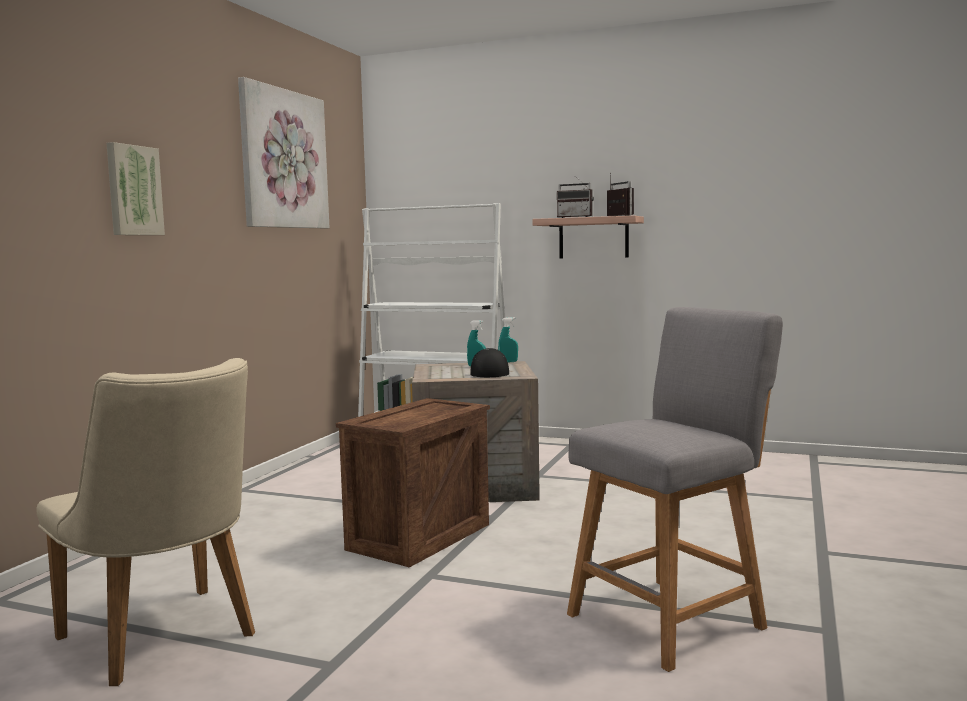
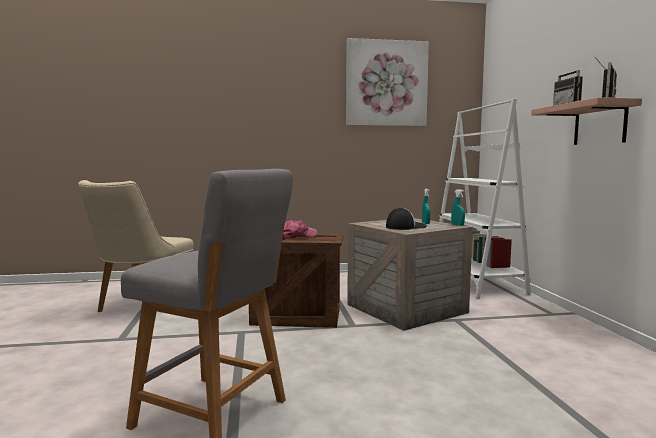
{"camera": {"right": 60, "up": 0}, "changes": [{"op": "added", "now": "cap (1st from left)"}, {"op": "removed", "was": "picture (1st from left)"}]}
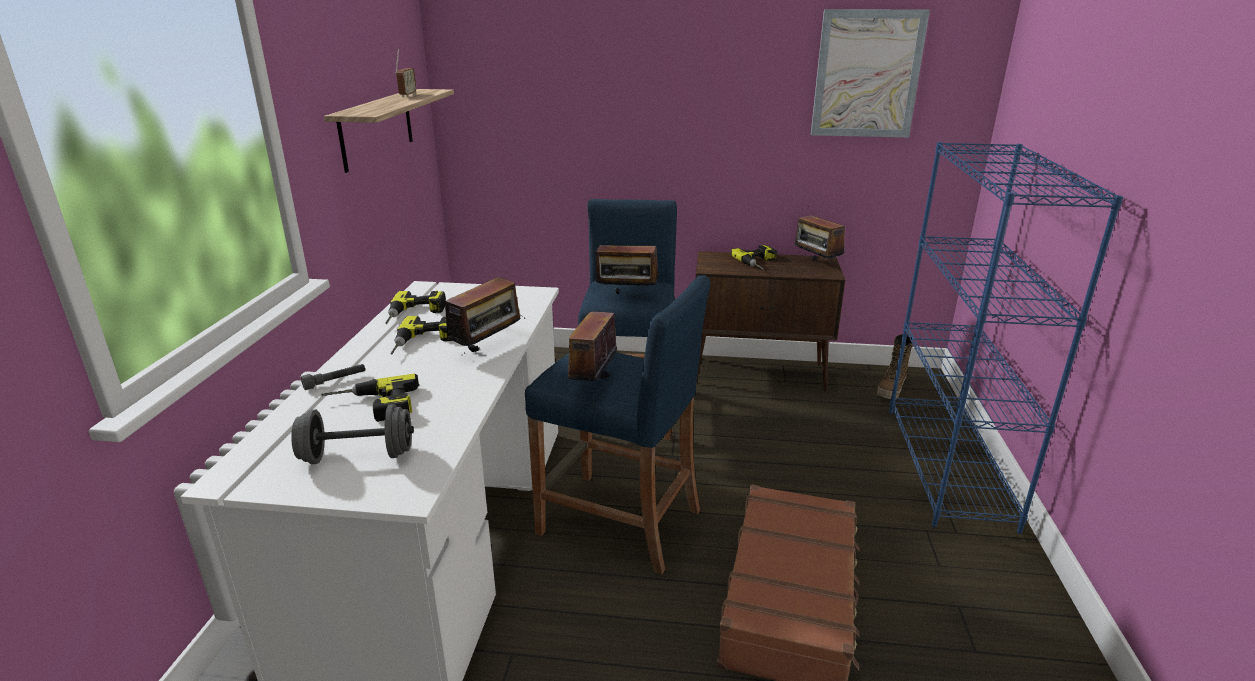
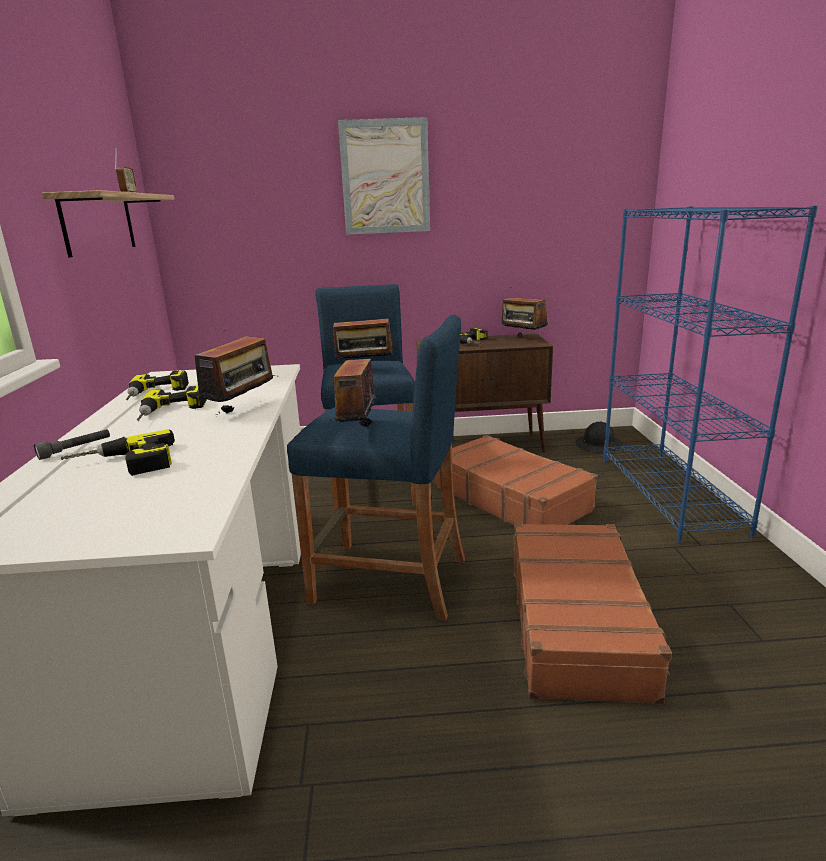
{"camera": {"right": -10, "up": -5}, "changes": [{"op": "moved", "was": "picture"}, {"op": "added", "now": "suitcase (brown) (1st from left)"}, {"op": "replaced", "was": "high-top boot", "now": "work helmet (black-coloured)"}, {"op": "removed", "was": "hand weight (greyish)"}]}
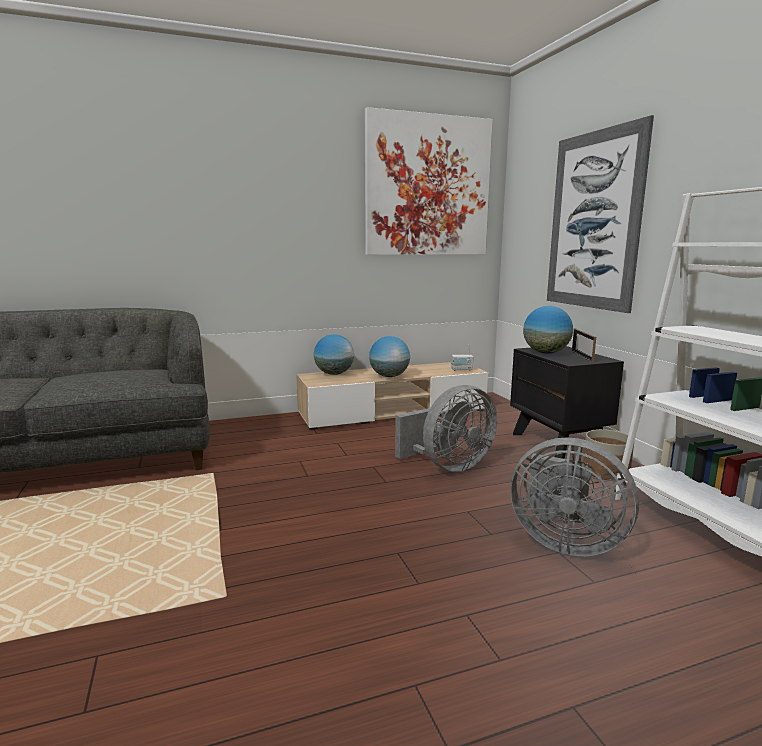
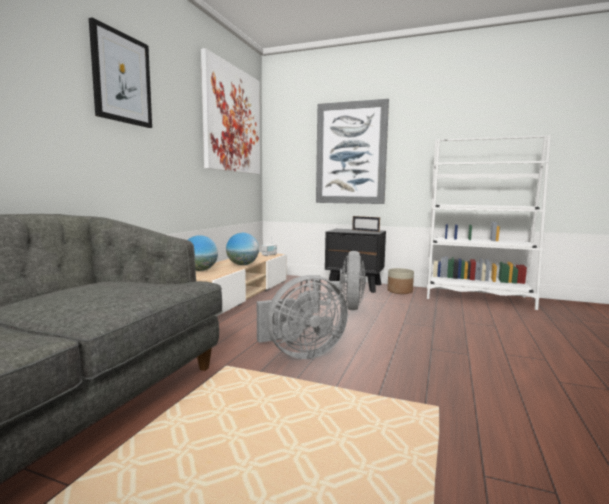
{"camera": {"right": -50, "up": -5}, "changes": [{"op": "added", "now": "picture (1st from left)"}, {"op": "moved", "was": "electric fan (greyish) (2nd from left in the first image)", "now": "electric fan (greyish) (1st from left)"}, {"op": "removed", "was": "world globe (3rd from left)"}]}
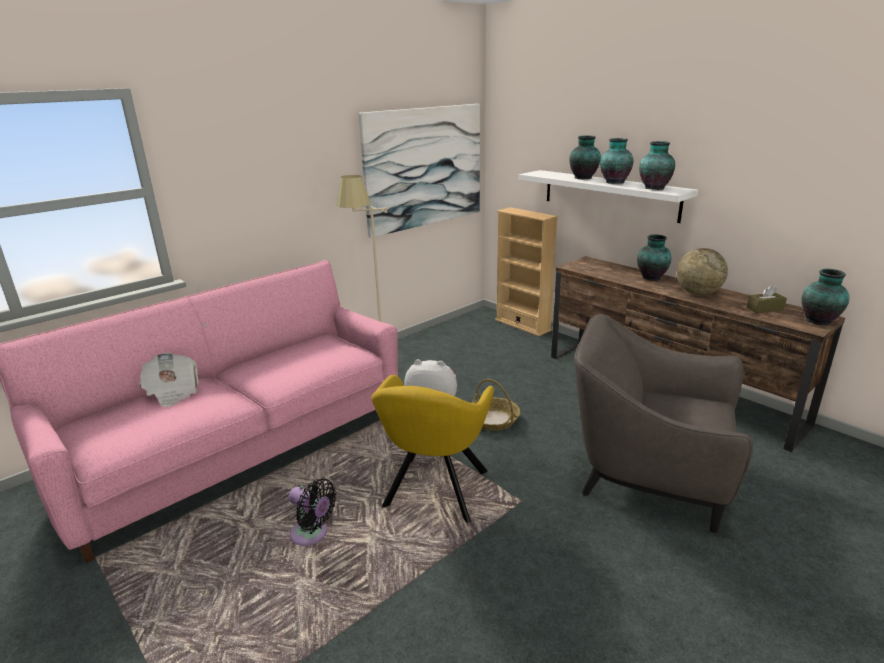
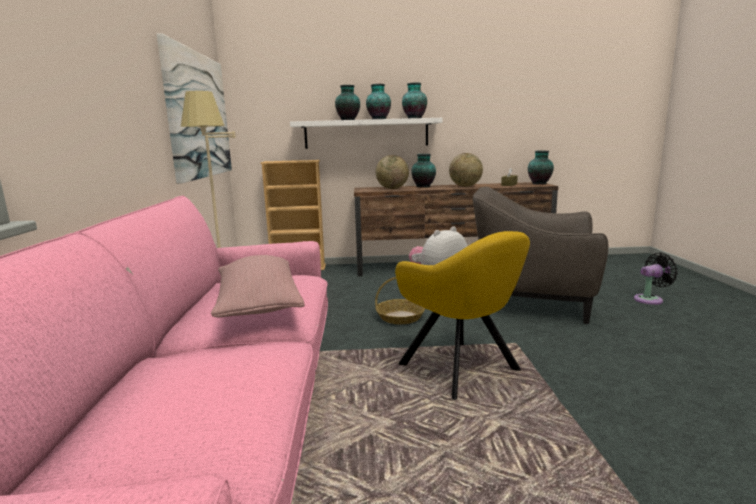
{"camera": {"right": -50, "up": -10}, "changes": [{"op": "added", "now": "throw pillow (pinkish)"}, {"op": "added", "now": "world globe (1st from left)"}, {"op": "turned", "was": "easy chair (greyish)", "clockwise": 45}, {"op": "moved", "was": "electric fan (black-coloured)"}, {"op": "removed", "was": "printed paper"}]}
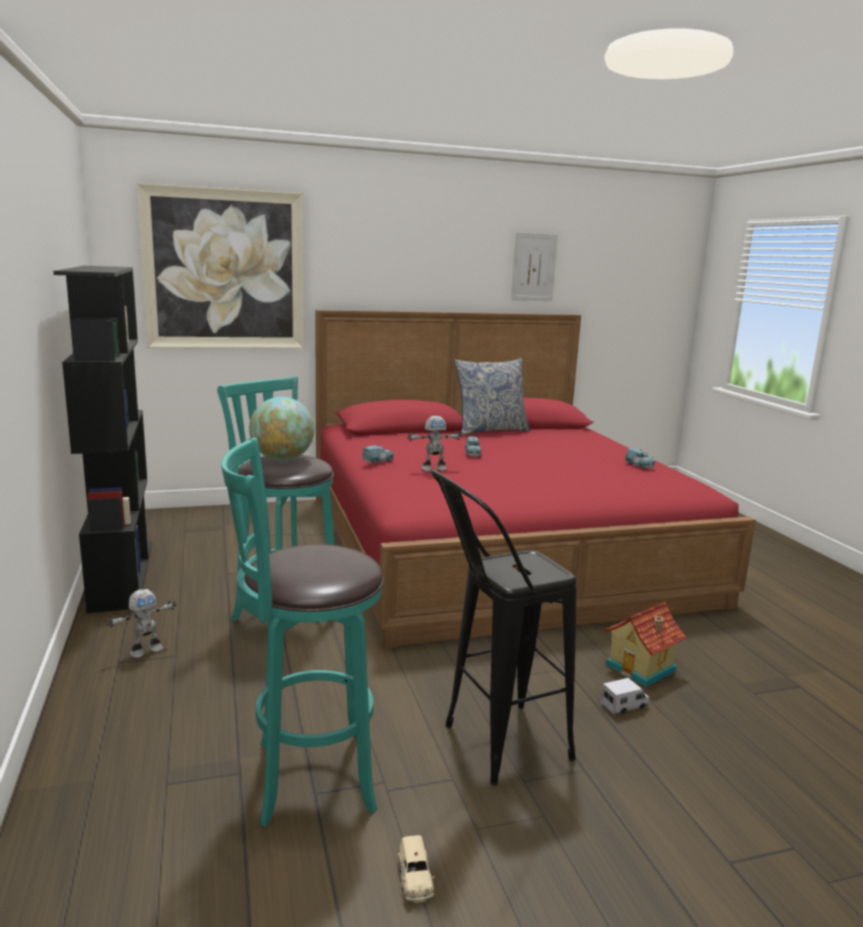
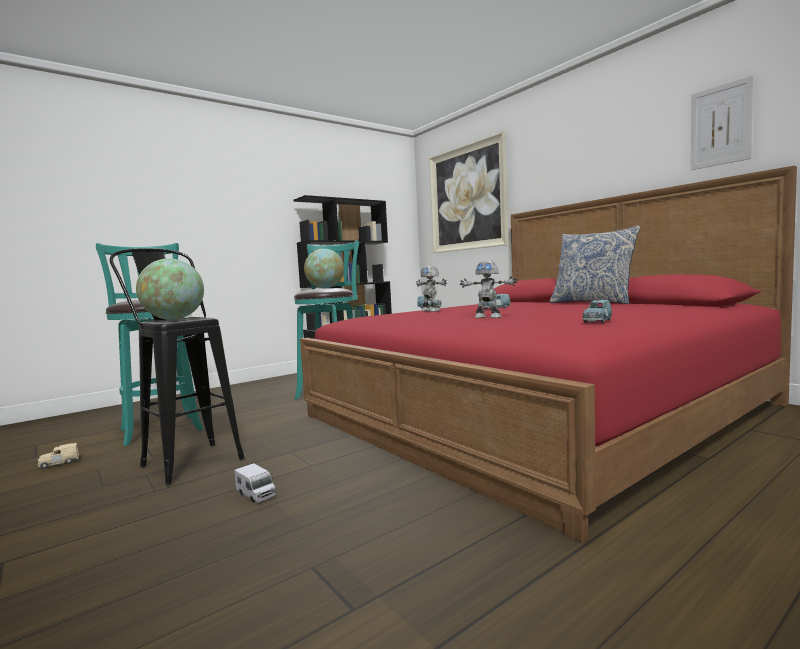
{"camera": {"right": 70, "up": -10}, "changes": [{"op": "added", "now": "world globe (1st from left)"}, {"op": "moved", "was": "robot figure (1st from left in the first image)", "now": "robot figure (2nd from left)"}, {"op": "removed", "was": "toy house"}]}
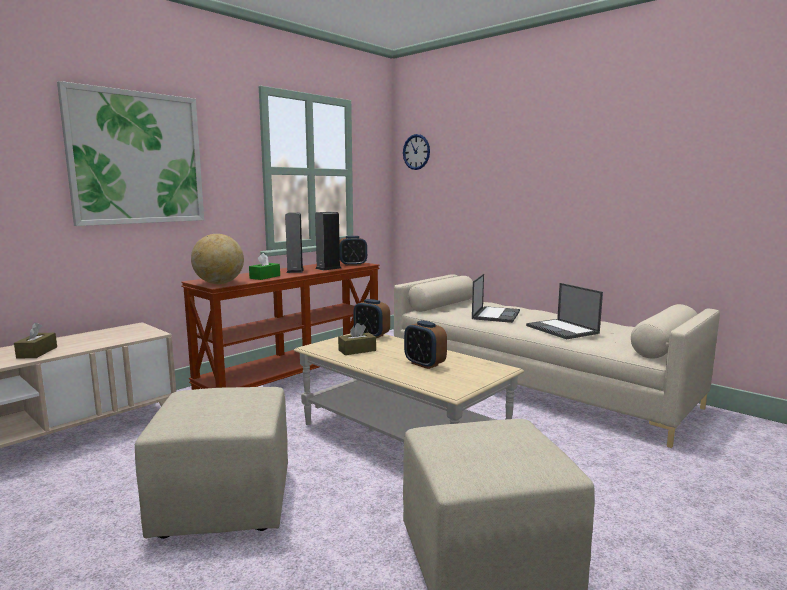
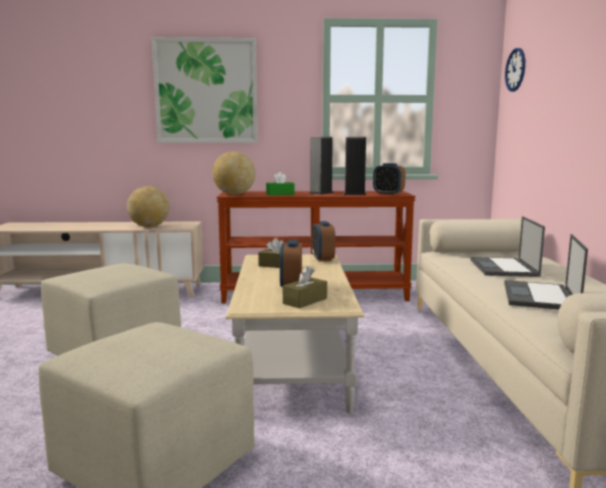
{"camera": {"right": 45, "up": 0}, "changes": [{"op": "added", "now": "world globe (1st from left)"}, {"op": "moved", "was": "box of tissues (brown) (1st from left in the first image)", "now": "box of tissues (brown) (2nd from left)"}, {"op": "turned", "was": "portable computer (1st from left)", "clockwise": 120}]}
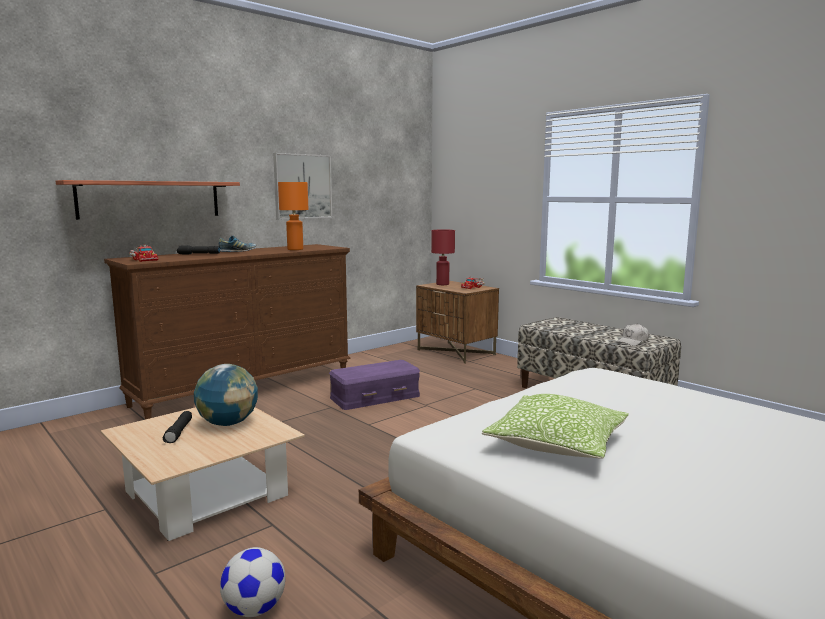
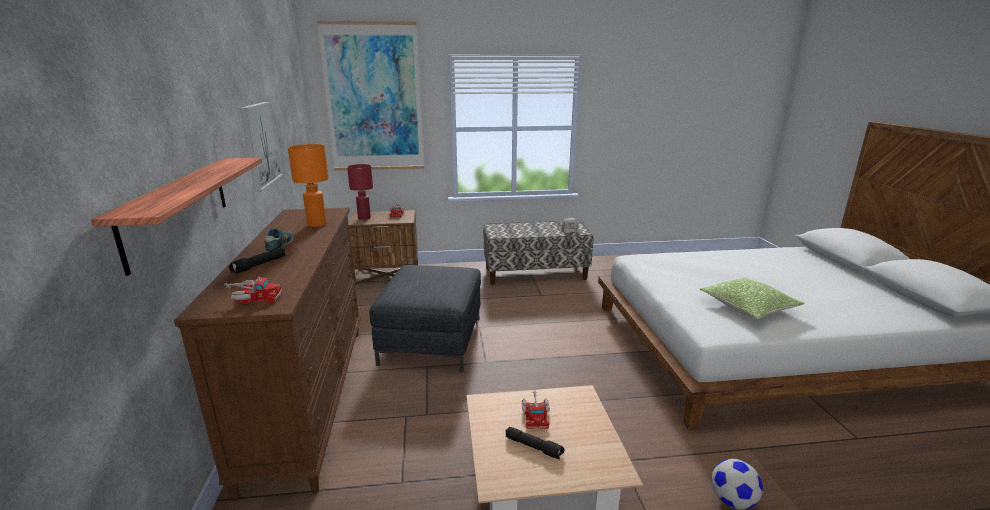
{"camera": {"right": -55, "up": 10}, "changes": [{"op": "added", "now": "picture (2nd from left)"}, {"op": "replaced", "was": "storage container (purple-coloured)", "now": "pouffe (greyish)"}, {"op": "replaced", "was": "world globe", "now": "model truck (3rd from left)"}]}
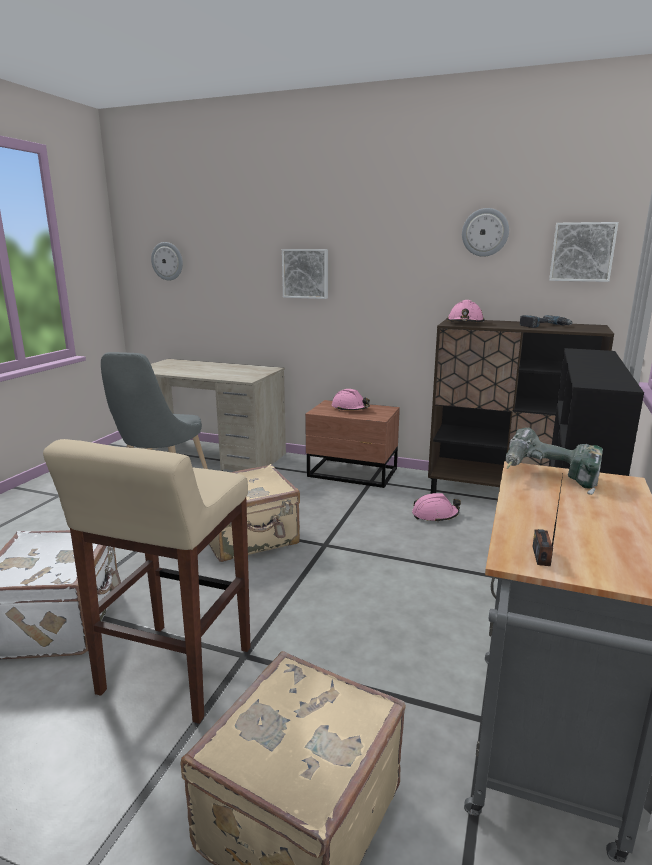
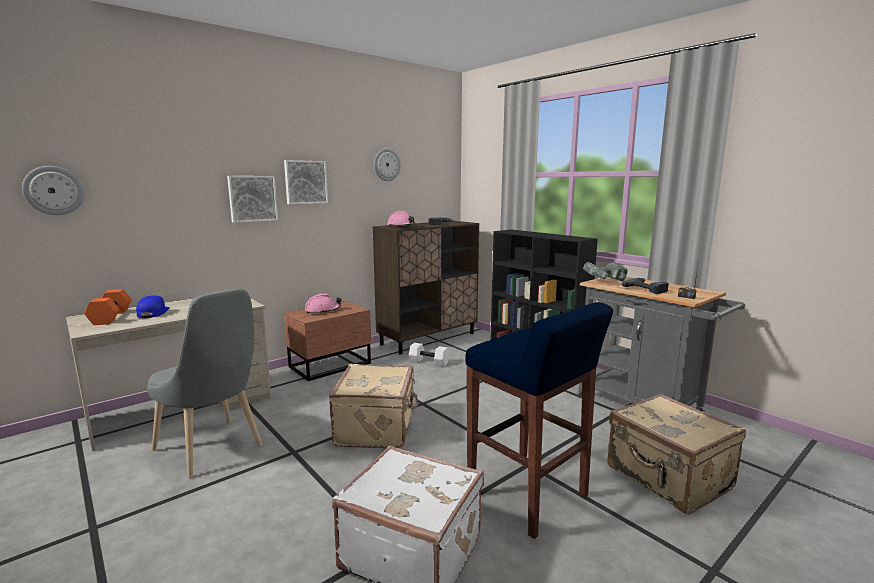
{"camera": {"right": -60, "up": -5}, "changes": [{"op": "added", "now": "hand weight (orange-coloured)"}, {"op": "added", "now": "cap (blue)"}, {"op": "moved", "was": "picture (2nd from left)"}, {"op": "replaced", "was": "work helmet (pinkish) (2nd from left)", "now": "hand weight (white)"}, {"op": "recoloured", "was": "sitting stool (beige)", "now": "sitting stool (blue)"}, {"op": "added", "now": "drill (3rd from left)"}]}
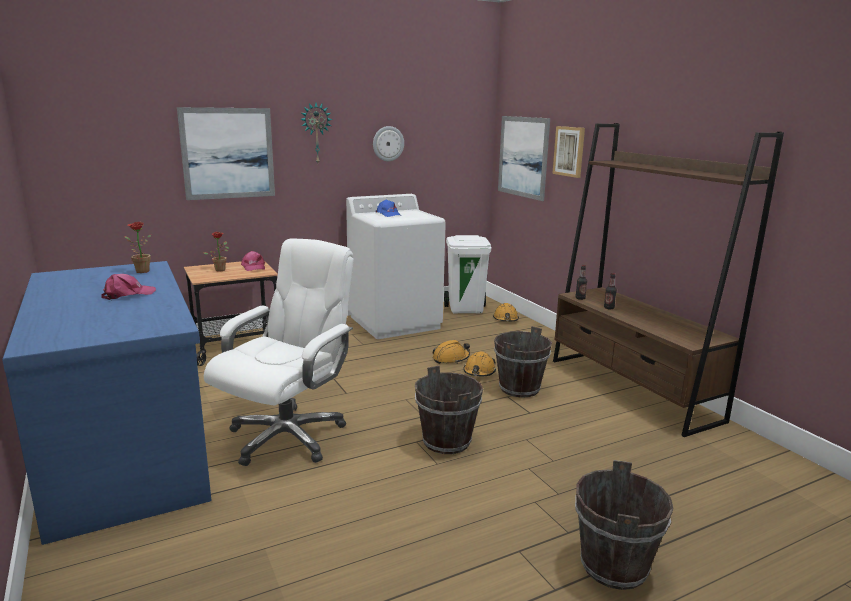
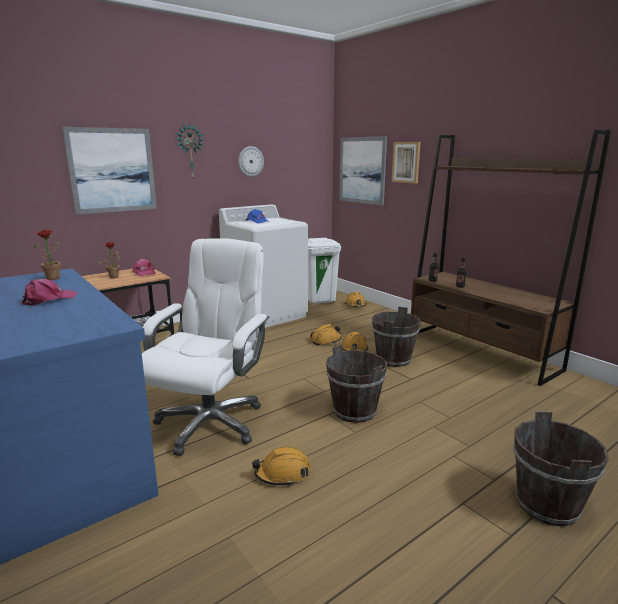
{"camera": {"right": -10, "up": 0}, "changes": [{"op": "added", "now": "work helmet (orange-coloured) (1st from left)"}]}
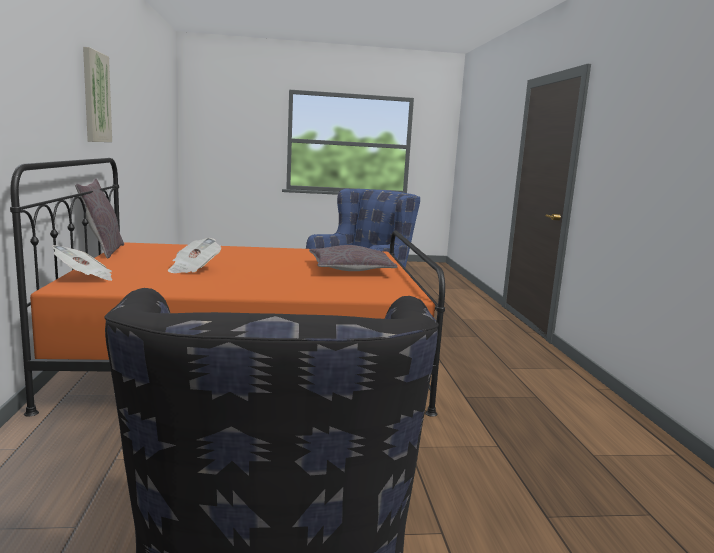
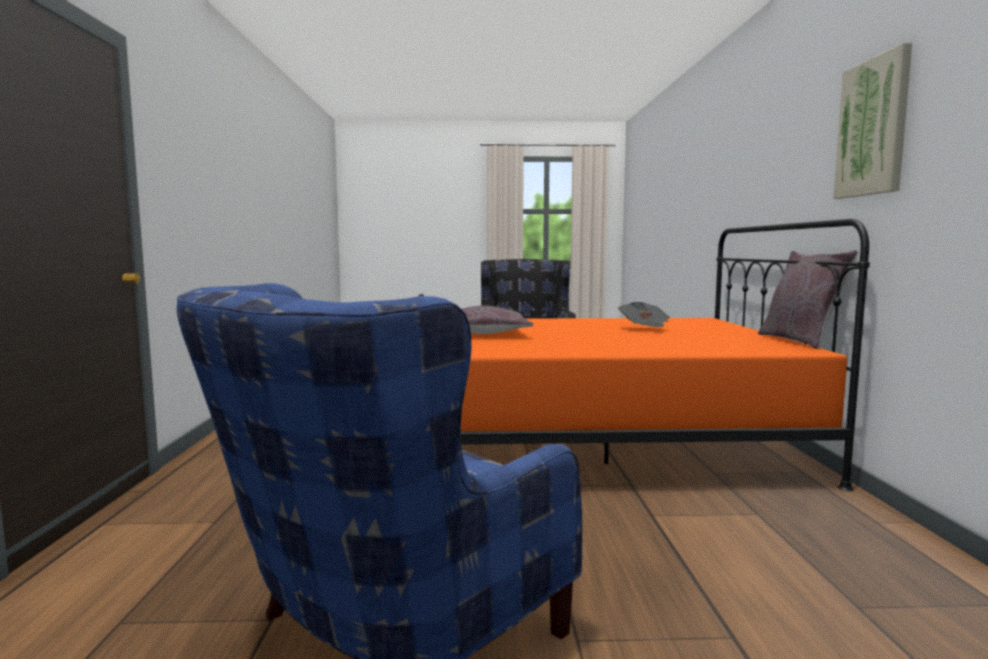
{"camera": {"right": -175, "up": -5}, "changes": [{"op": "removed", "was": "printed paper (1st from left)"}]}
